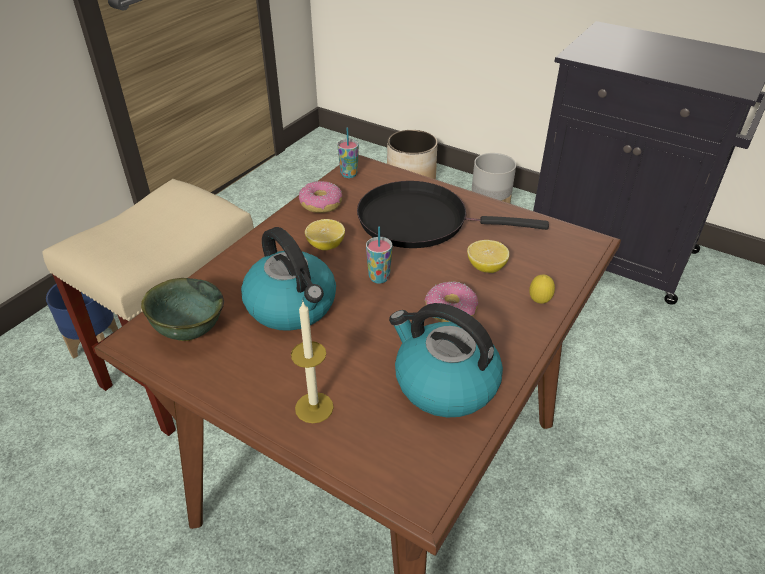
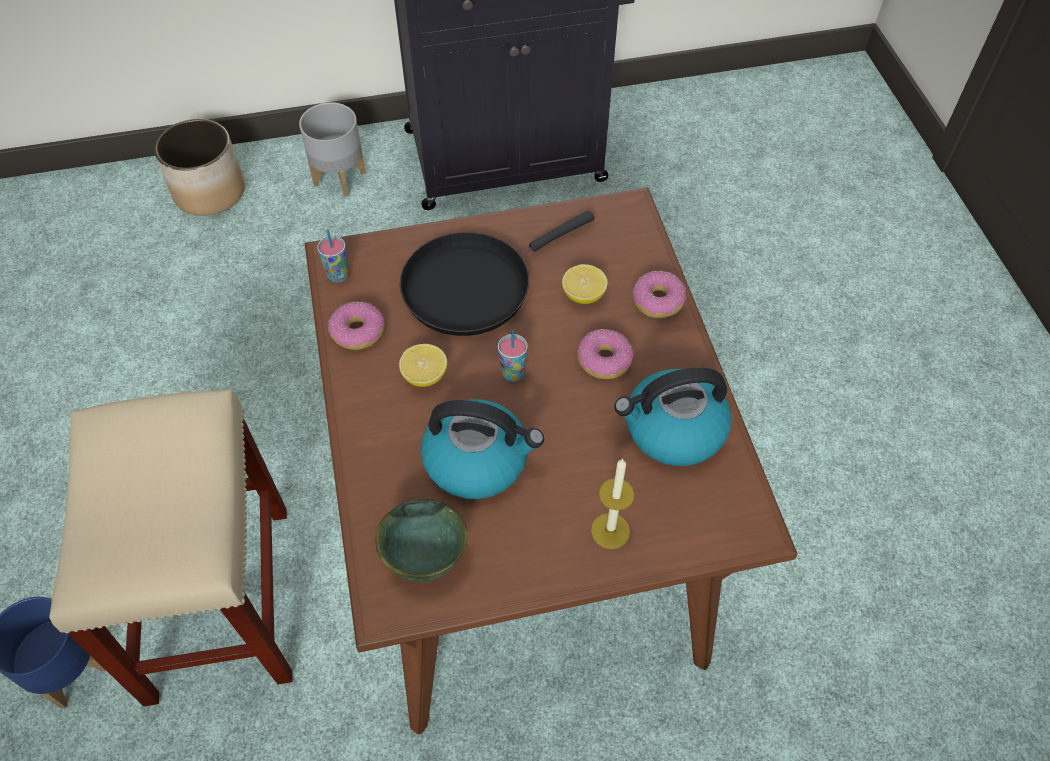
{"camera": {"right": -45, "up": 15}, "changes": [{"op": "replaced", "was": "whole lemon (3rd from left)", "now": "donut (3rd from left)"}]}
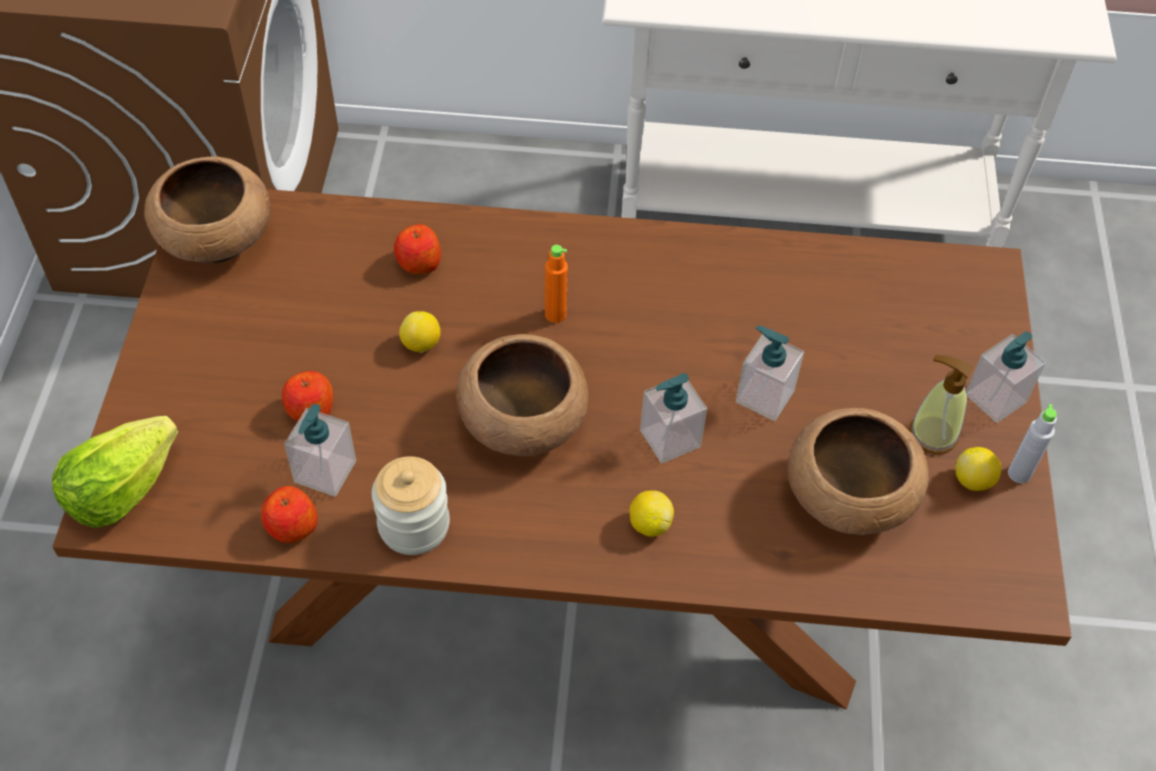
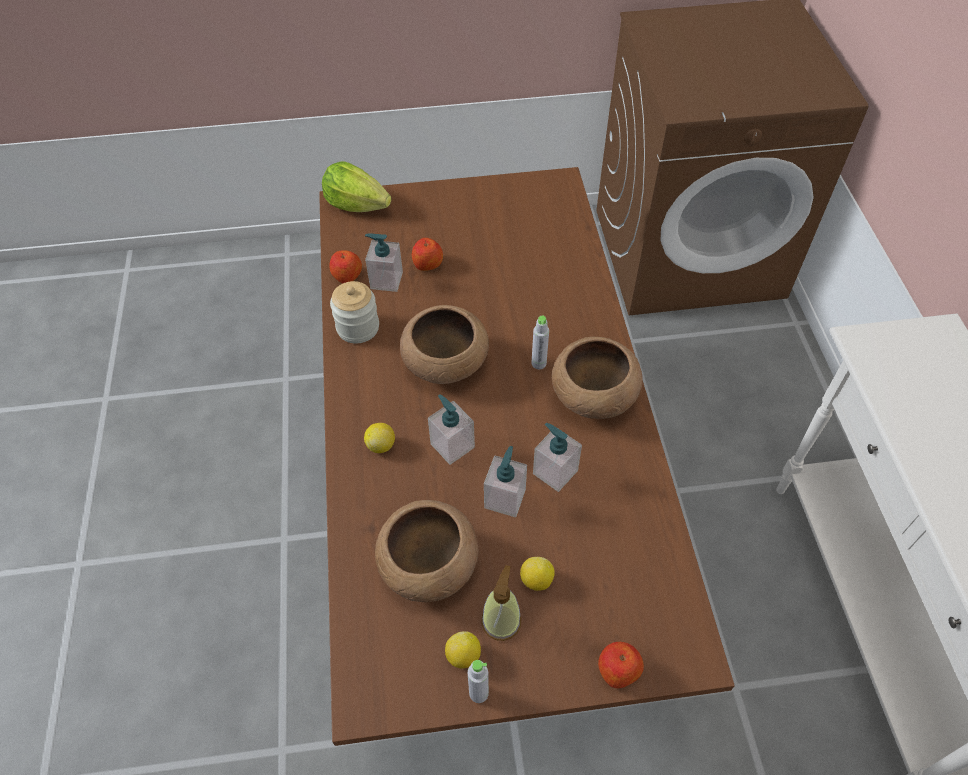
{"camera": {"right": 80, "up": 0}, "changes": [{"op": "moved", "was": "whole lemon (1st from left in the first image)", "now": "whole lemon (3rd from left)"}, {"op": "recoloured", "was": "bottle (orange-coloured)", "now": "bottle (greyish) (2nd from left)"}, {"op": "moved", "was": "soap bottle (5th from left)"}, {"op": "moved", "was": "serving bowl (brown) (1st from left in the first image)", "now": "serving bowl (brown) (3rd from left)"}, {"op": "moved", "was": "whole apple (3rd from left)"}]}
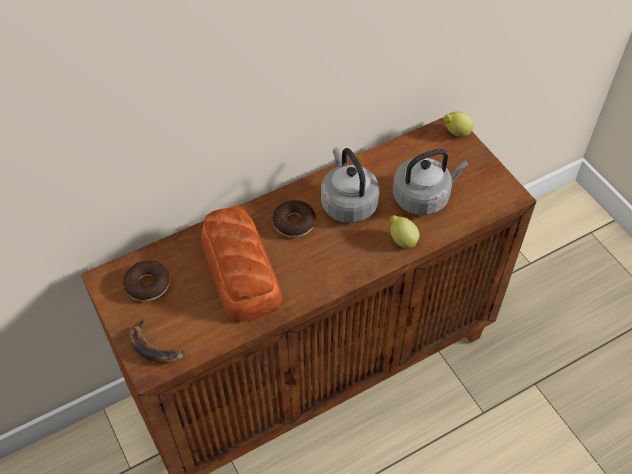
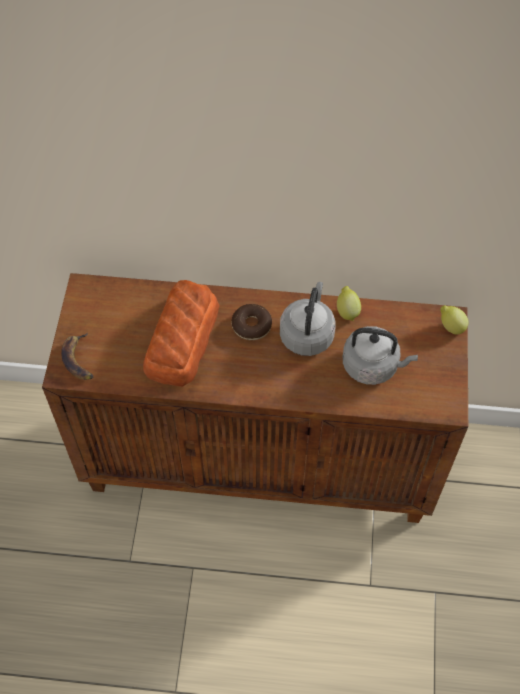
{"camera": {"right": 35, "up": 5}, "changes": [{"op": "moved", "was": "whole lemon (1st from left)"}, {"op": "removed", "was": "donut (1st from left)"}]}
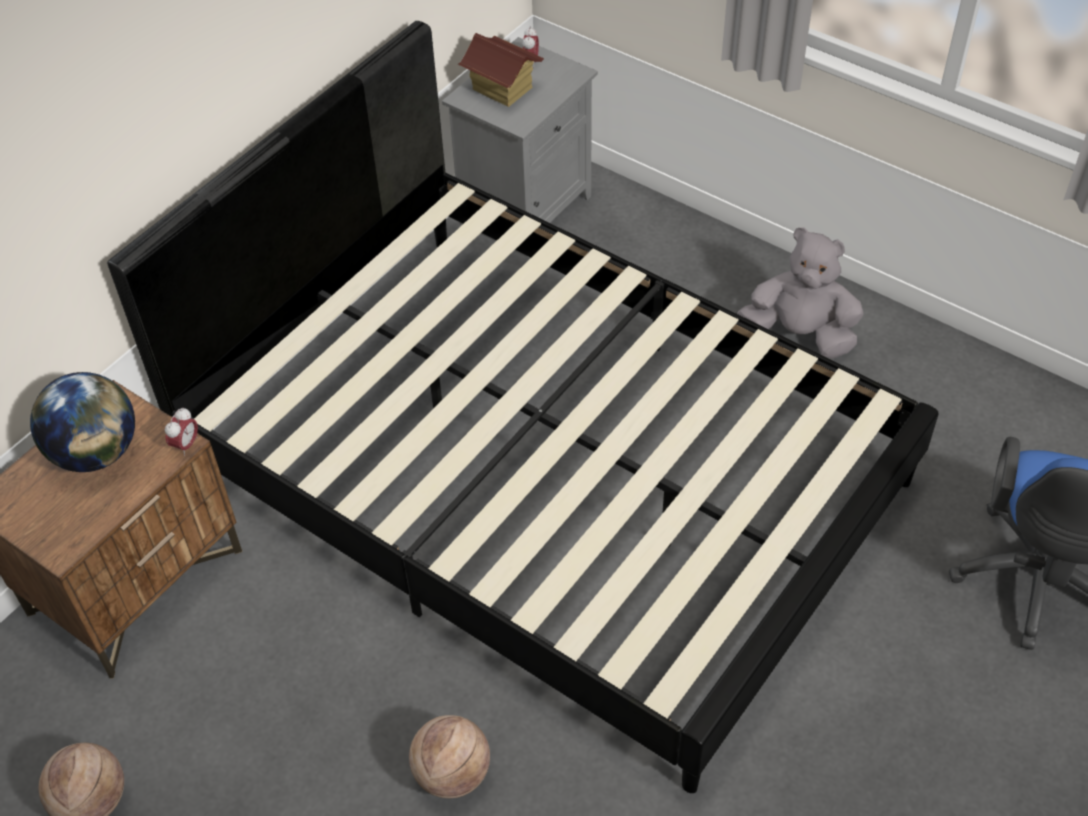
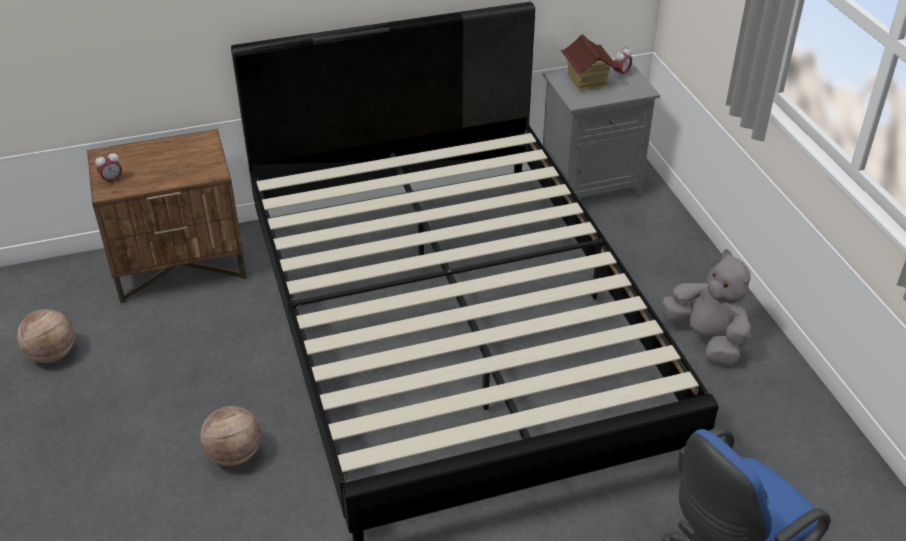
{"camera": {"right": 35, "up": -10}, "changes": [{"op": "moved", "was": "bedside clock (1st from left)"}, {"op": "removed", "was": "world globe"}]}
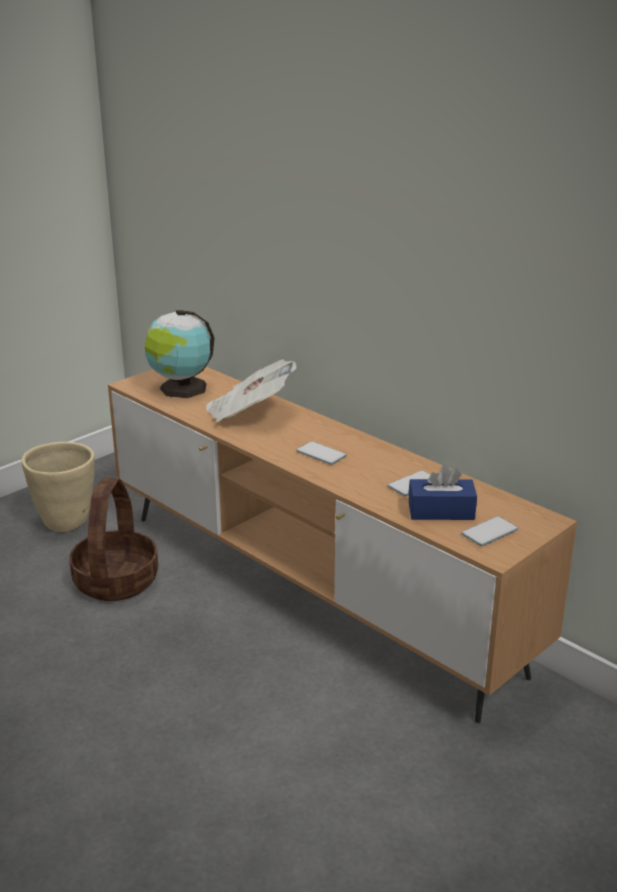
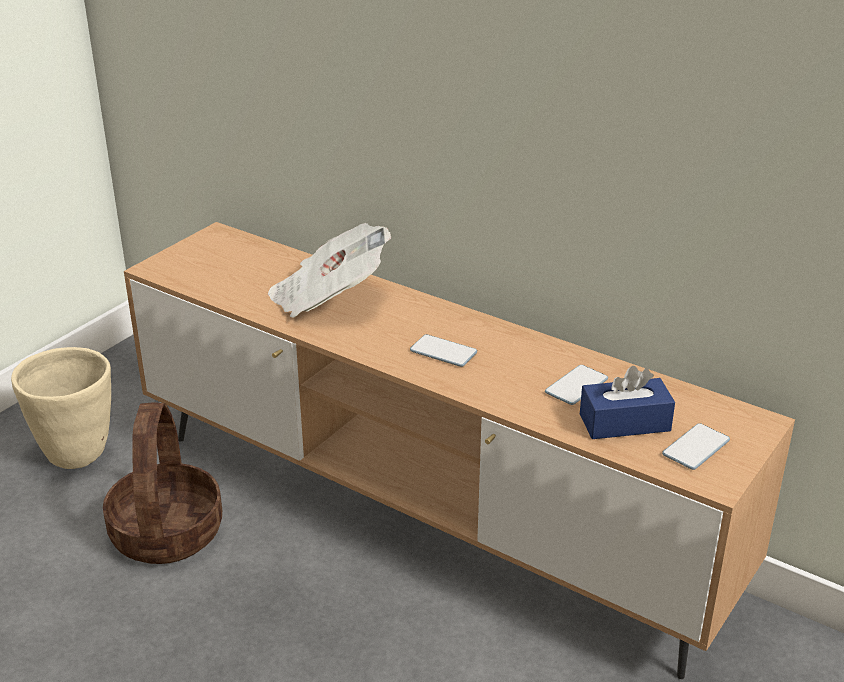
{"camera": {"right": -10, "up": 5}, "changes": [{"op": "removed", "was": "world globe"}]}
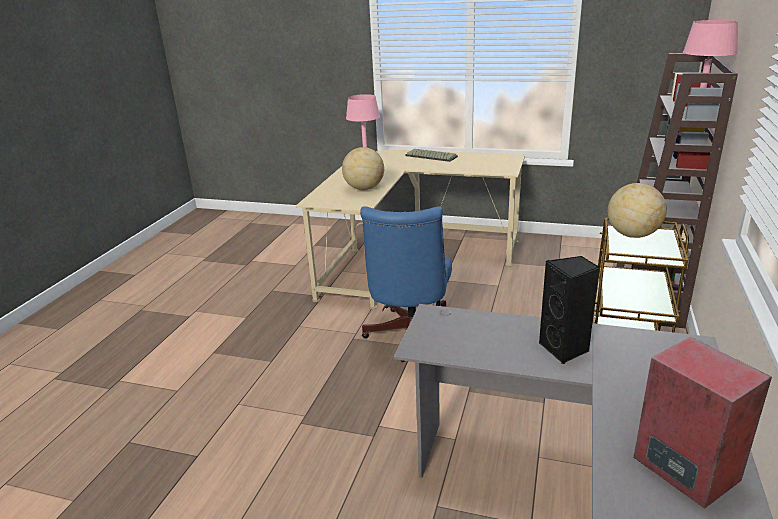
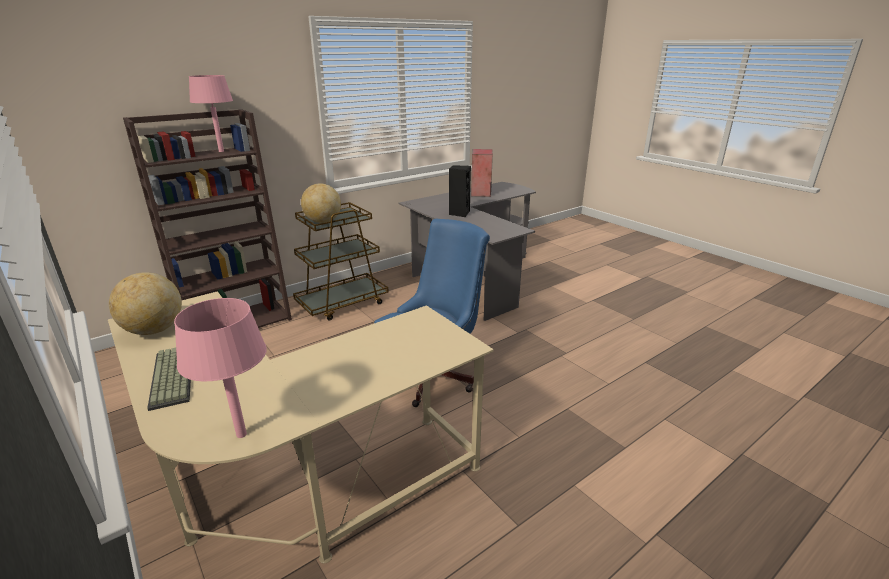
{"camera": {"right": -145, "up": 0}, "changes": [{"op": "moved", "was": "world globe (1st from left)"}]}
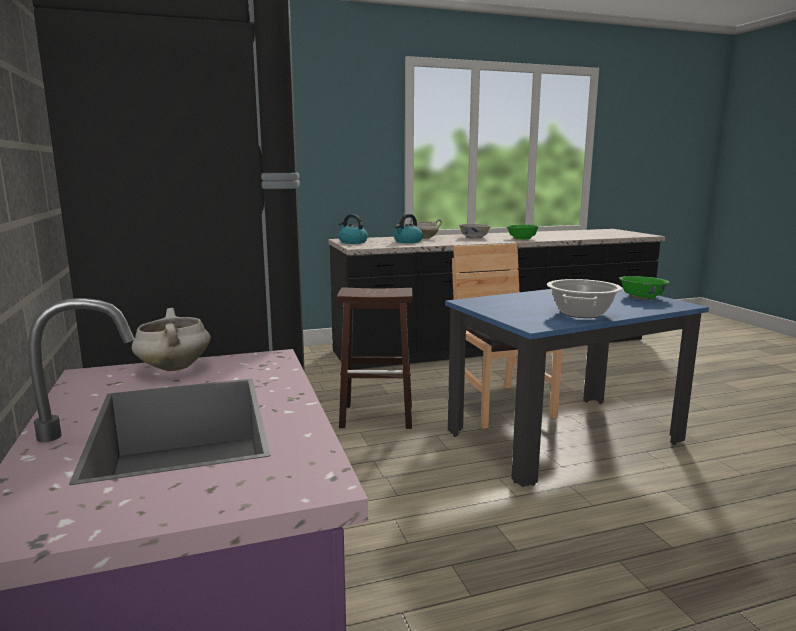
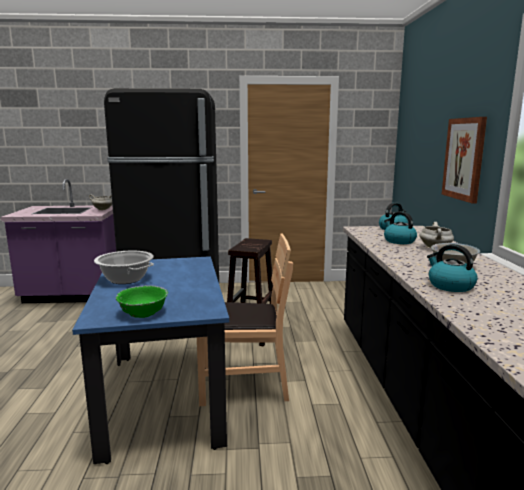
{"camera": {"right": 105, "up": 0}, "changes": [{"op": "replaced", "was": "serving bowl (greenish) (1st from left)", "now": "tea kettle (3rd from left)"}, {"op": "added", "now": "picture"}]}
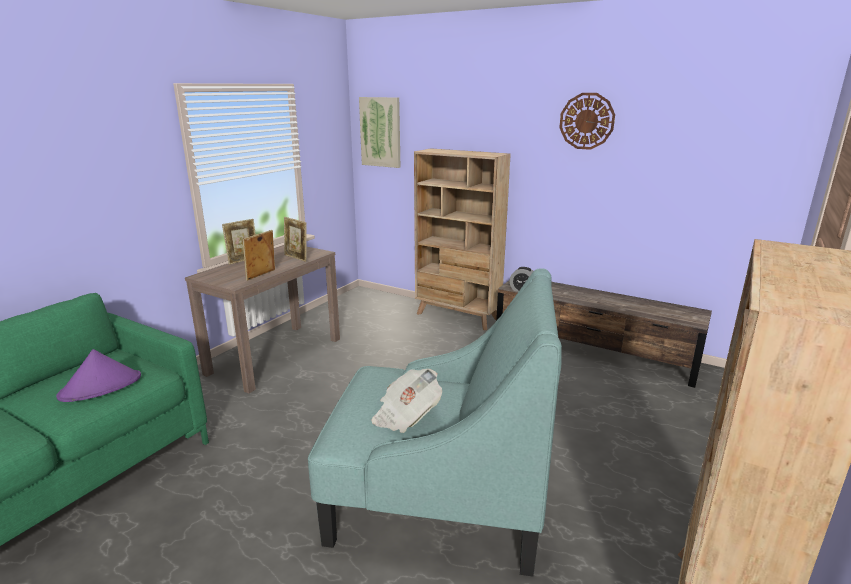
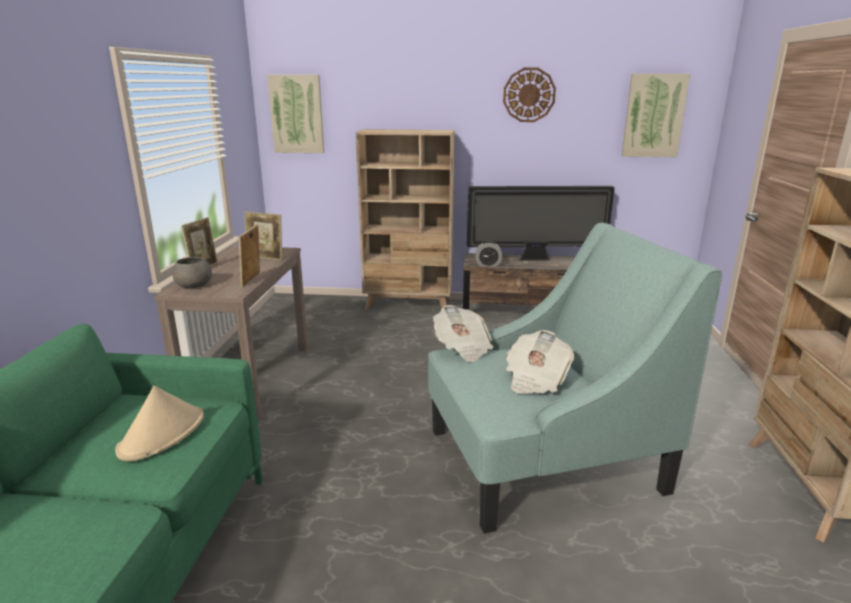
{"camera": {"right": -25, "up": 0}, "changes": [{"op": "recoloured", "was": "clothing hat (purple-coloured)", "now": "clothing hat (beige)"}, {"op": "added", "now": "serving bowl (greyish)"}, {"op": "added", "now": "printed paper (1st from left)"}, {"op": "added", "now": "TV set"}, {"op": "added", "now": "picture (2nd from left)"}]}
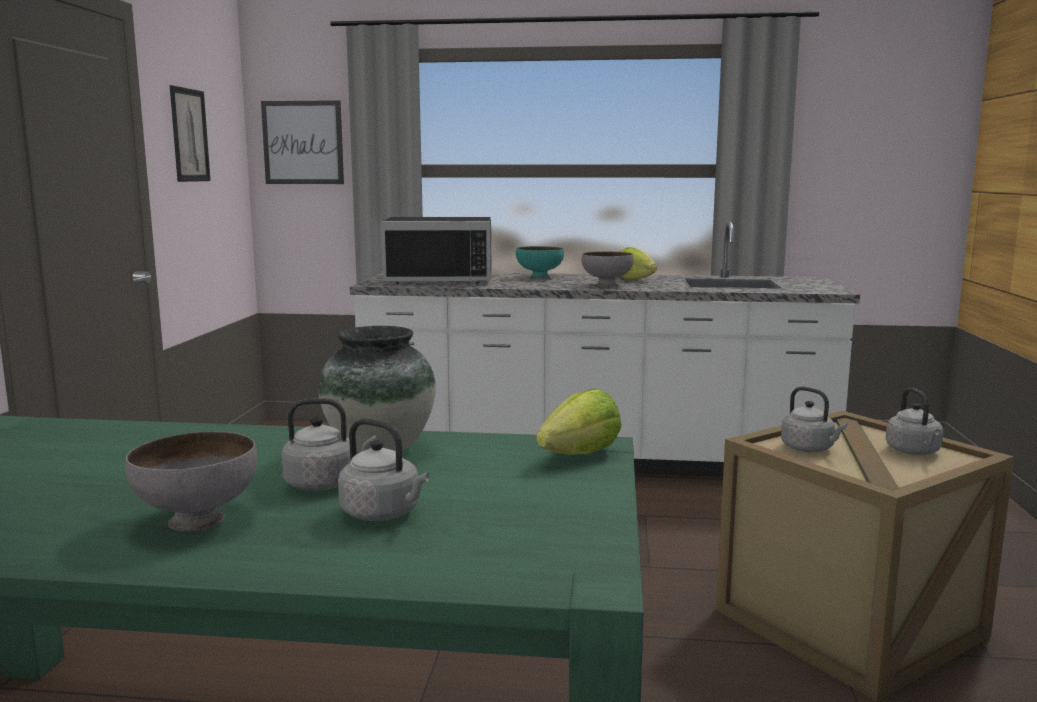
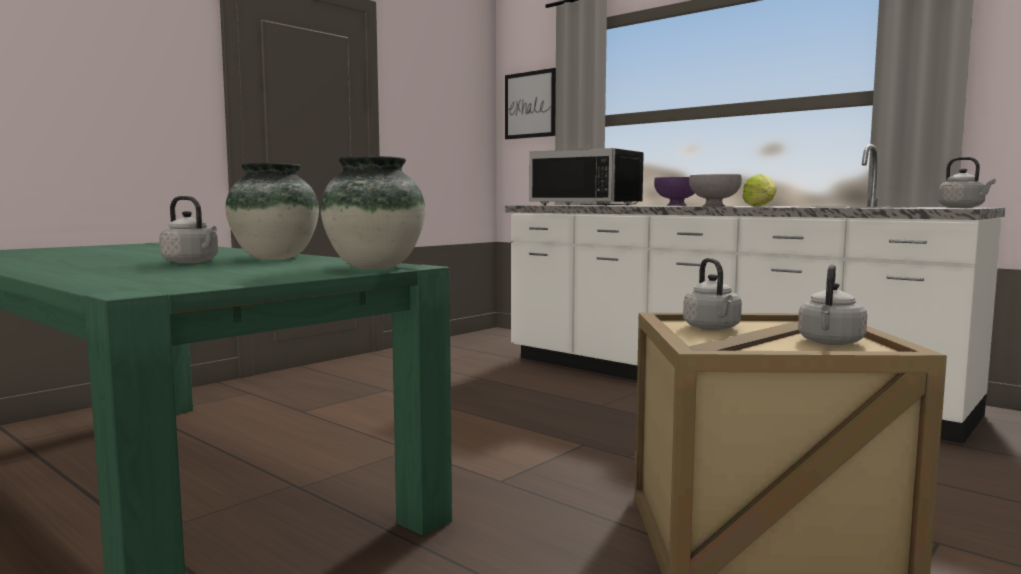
{"camera": {"right": 35, "up": -5}, "changes": [{"op": "replaced", "was": "lettuce (1st from left)", "now": "vase (2nd from left)"}, {"op": "recoloured", "was": "serving bowl (turquoise)", "now": "serving bowl (purple-coloured)"}, {"op": "moved", "was": "tea kettle (greyish) (2nd from left in the first image)", "now": "tea kettle (greyish) (4th from left)"}, {"op": "removed", "was": "serving bowl (greyish) (1st from left)"}, {"op": "removed", "was": "picture (1st from left)"}]}
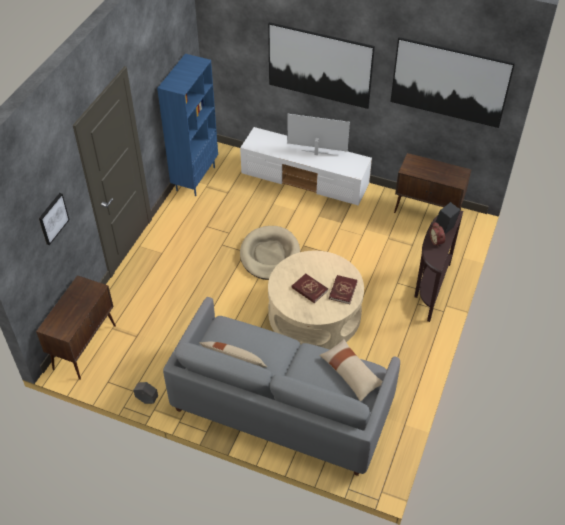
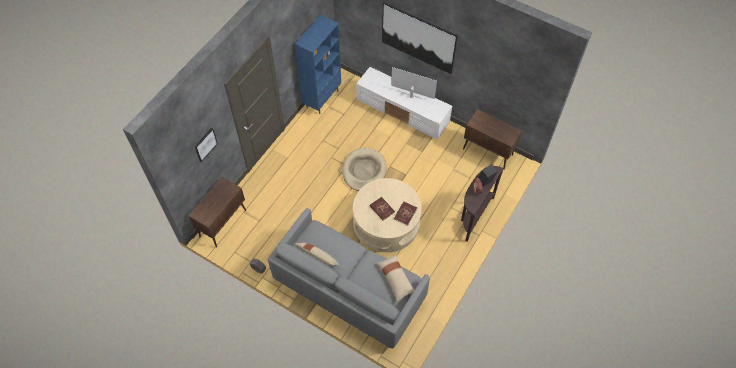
{"camera": {"right": 10, "up": 10}, "changes": [{"op": "removed", "was": "picture (3rd from left)"}]}
